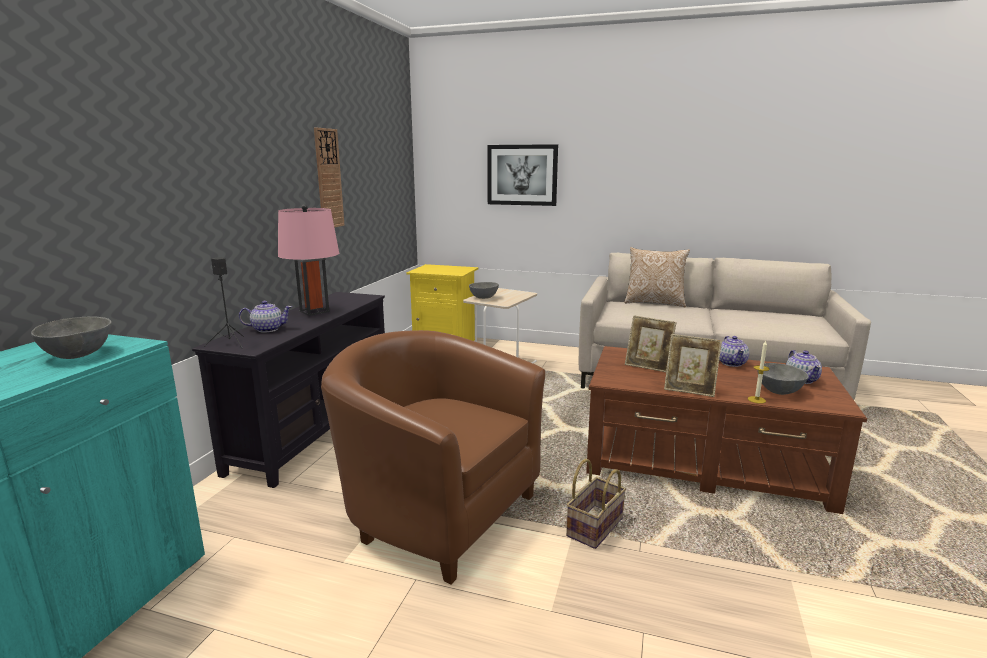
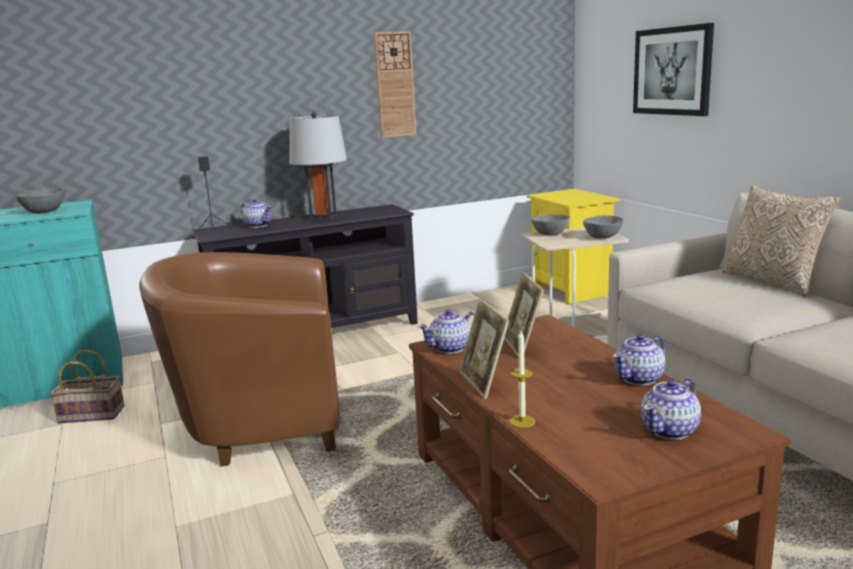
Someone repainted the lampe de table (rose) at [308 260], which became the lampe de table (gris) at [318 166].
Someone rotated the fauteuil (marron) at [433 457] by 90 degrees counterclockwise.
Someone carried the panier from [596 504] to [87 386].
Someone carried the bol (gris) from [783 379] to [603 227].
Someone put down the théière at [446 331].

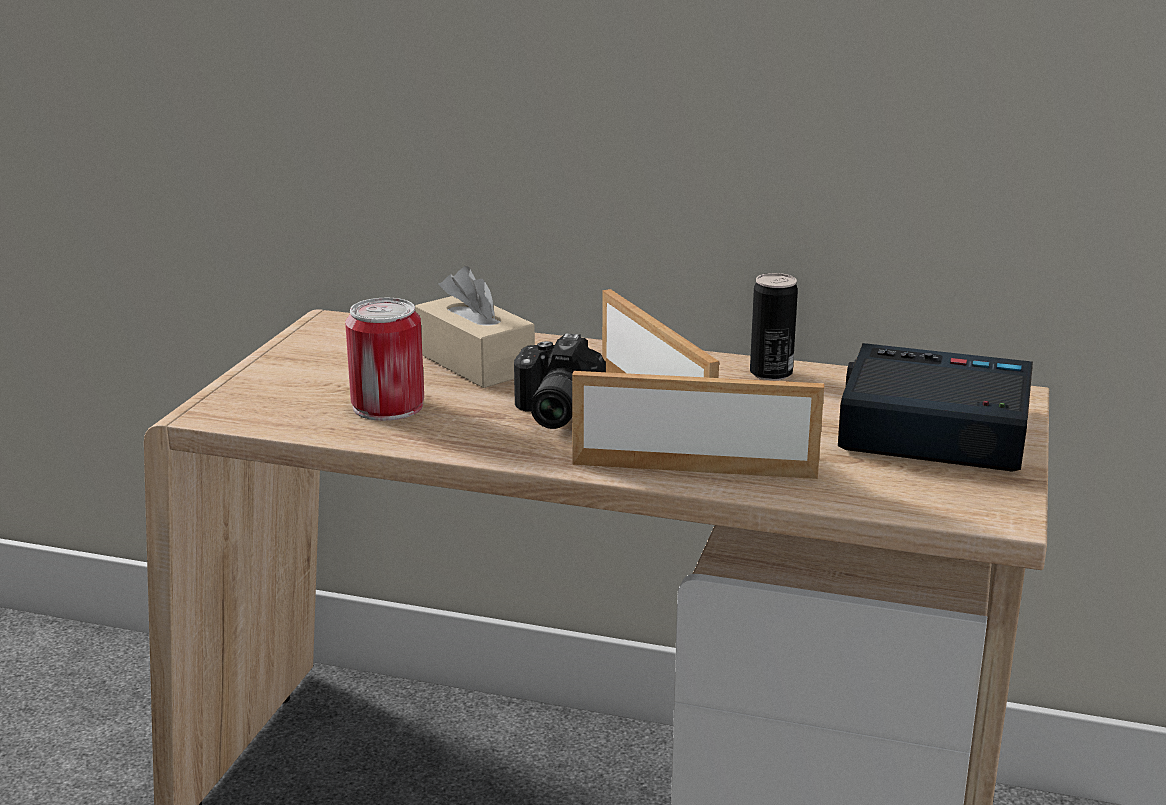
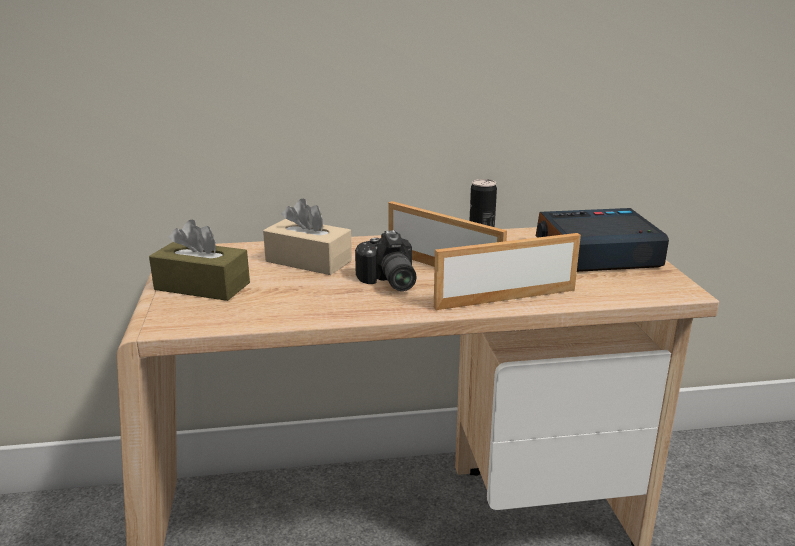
Someone took away the boîte métallique at [384 359].
Someone put down the boîte à mouchoirs (marron) at [199 260].

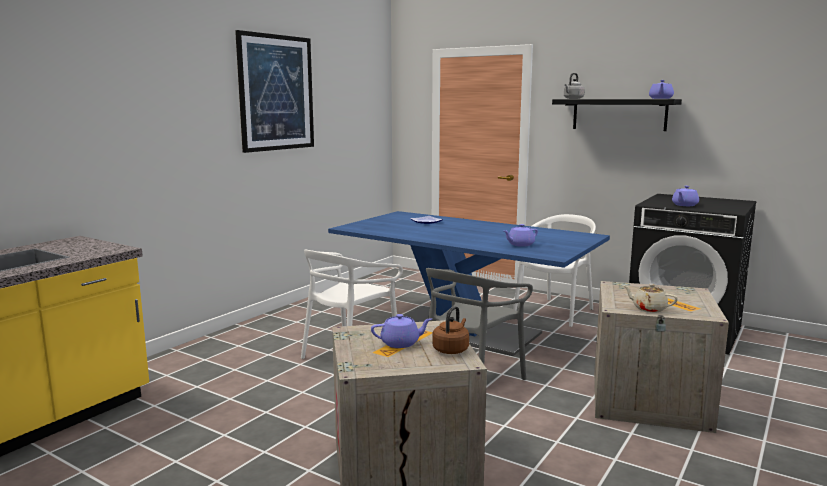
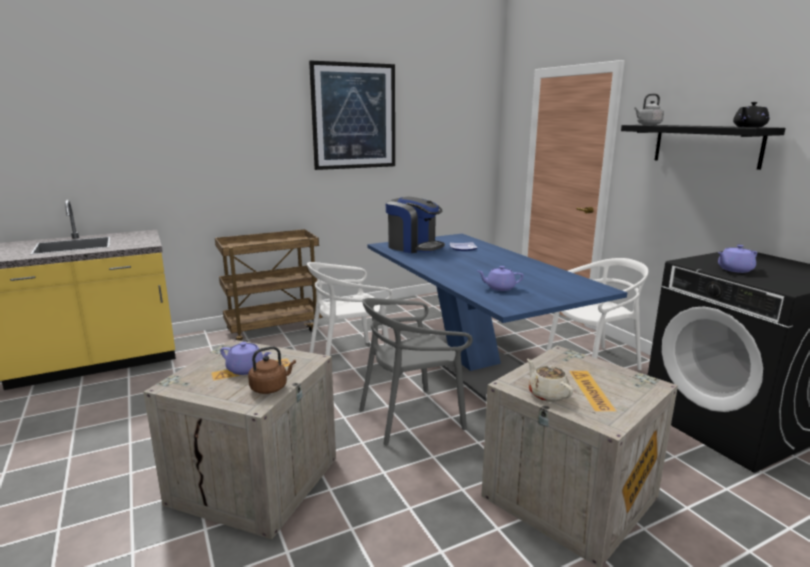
Someone repainted the théière (violet) at [661 89], which became the théière (noir) at [751 114].
Someone put down the chariot (marron) at [269 285].
Someone put down the machine à café at [415 224].

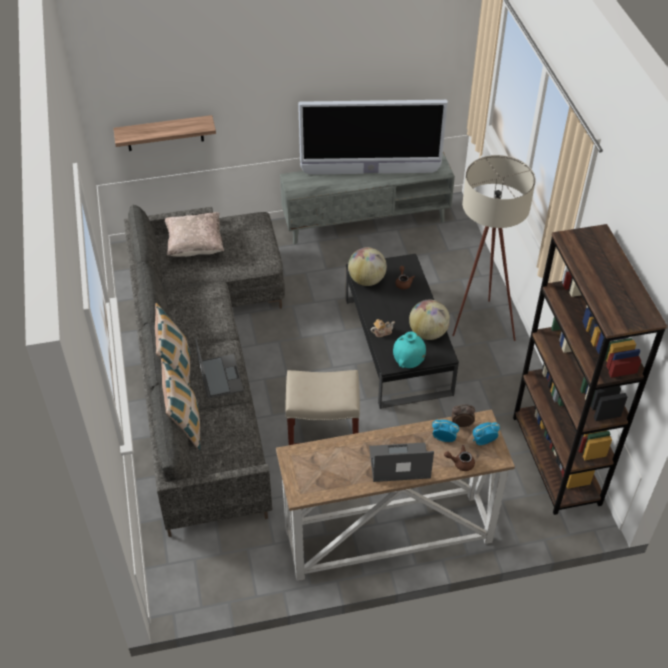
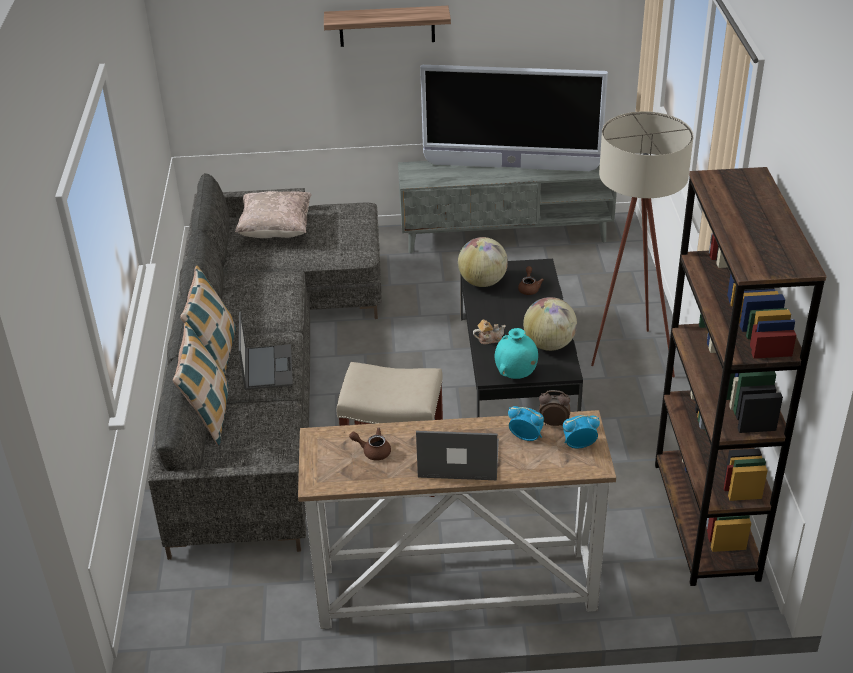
Someone carried the étagère from [164 133] to [387 26].
Someone carried the théière (marron) from [459 458] to [370 444].

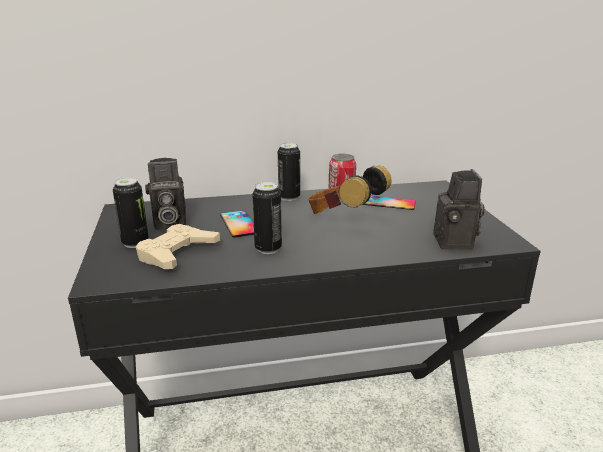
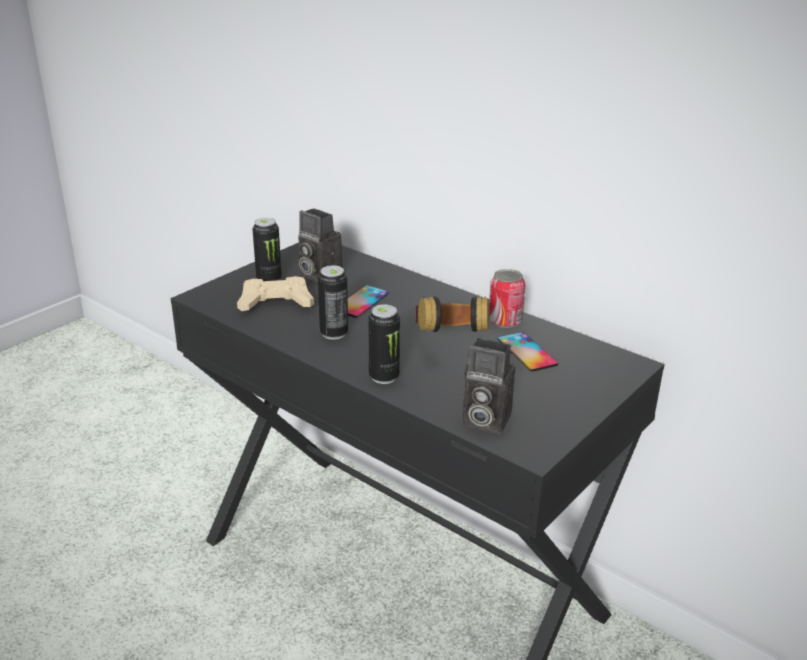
Someone carried the boîte métallique from [289 172] to [384 344].
Someone rotated the appareil photo at [459 209] by 60 degrees clockwise.

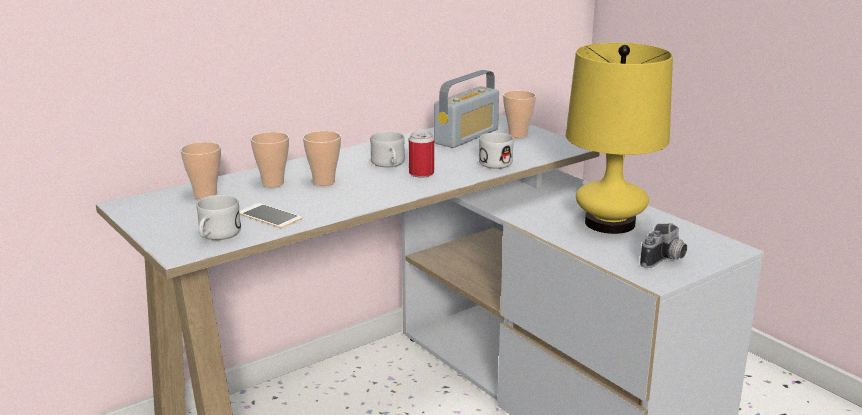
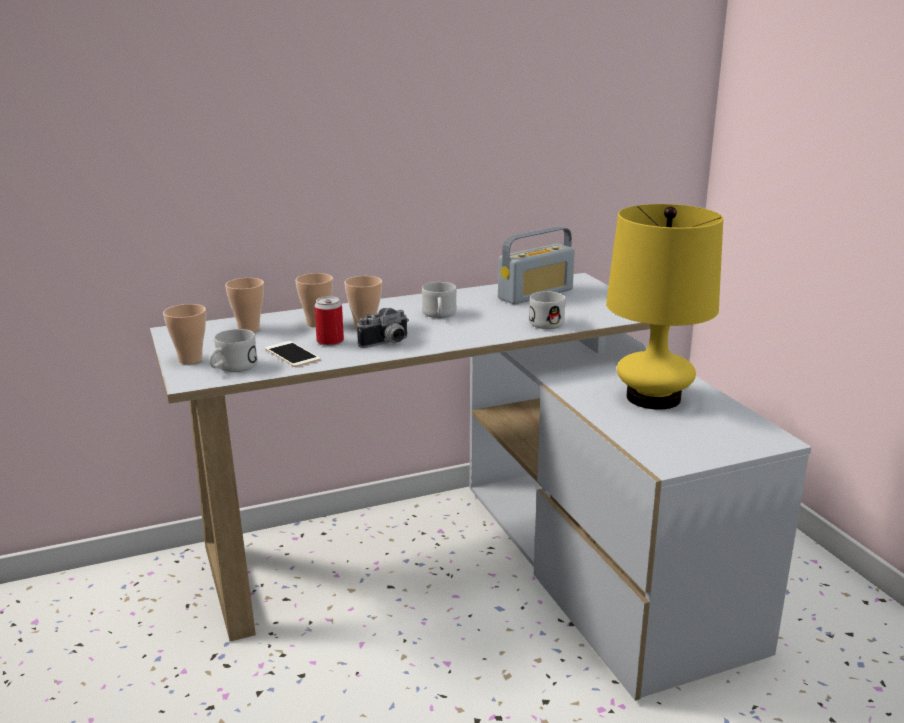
Someone carried the boîte métallique from [421 154] to [329 321].
Someone carried the tasse from [519 114] to [184 334].
Someone carried the appareil photo from [663 245] to [383 328].

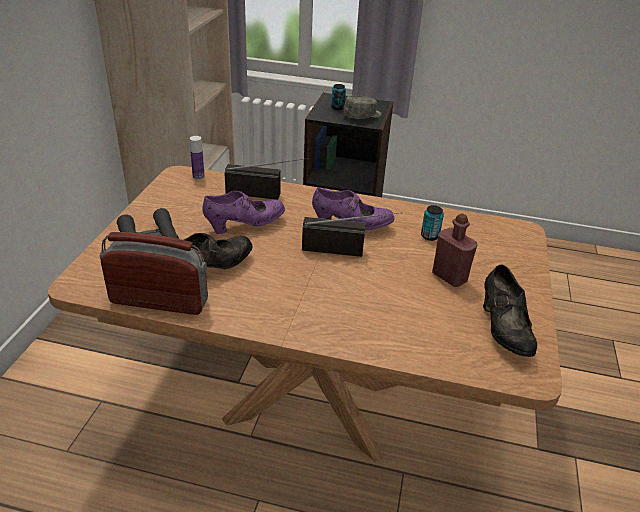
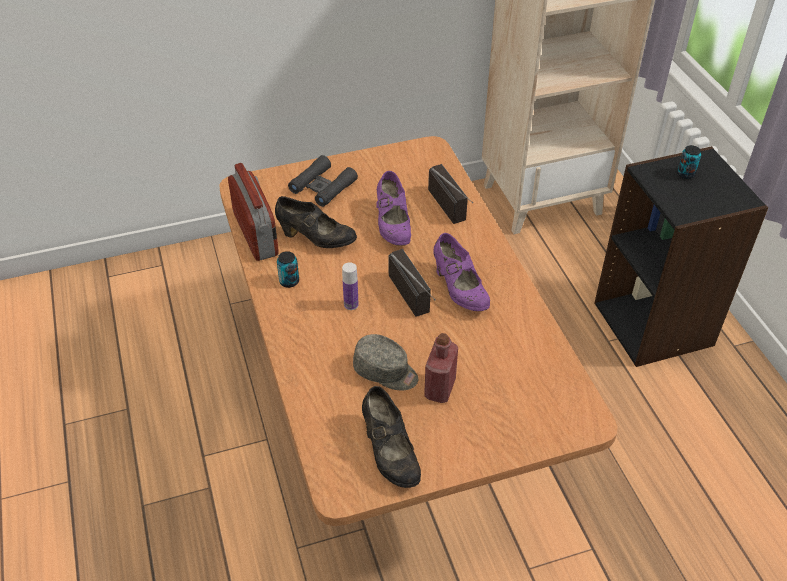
Someone carried the bouteille from [197 158] to [350 286].
Someone rotated the chaussure (violet) at [243 212] by 45 degrees clockwise.
Someone carried the casquette (gris) from [362 107] to [385 362].
Someone carried the boîte métallique from [432 223] to [288 269].
Someone rotated the chaussure (noir) at [510 311] by 75 degrees counterclockwise.

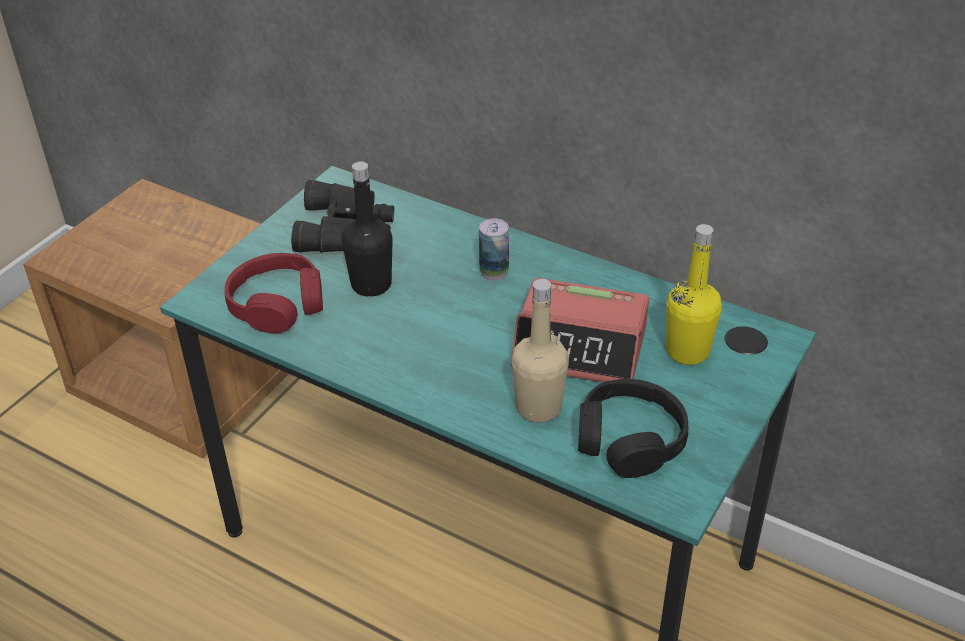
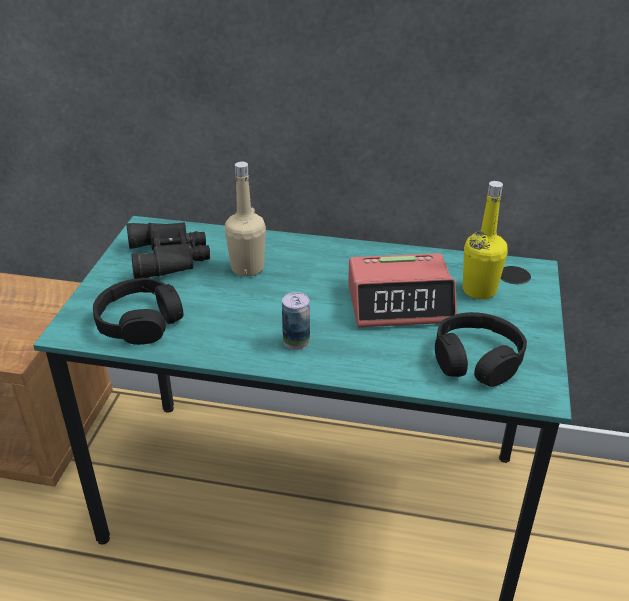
Someone repainted the casque audio (rouge) at [274 293], which became the casque audio (noir) at [138 311].
Someone took away the bouteille (noir) at [367 228].
Someone carried the boîte métallique from [494 249] to [296 321].
Someone carried the bouteille (beige) from [540 350] to [245 219].

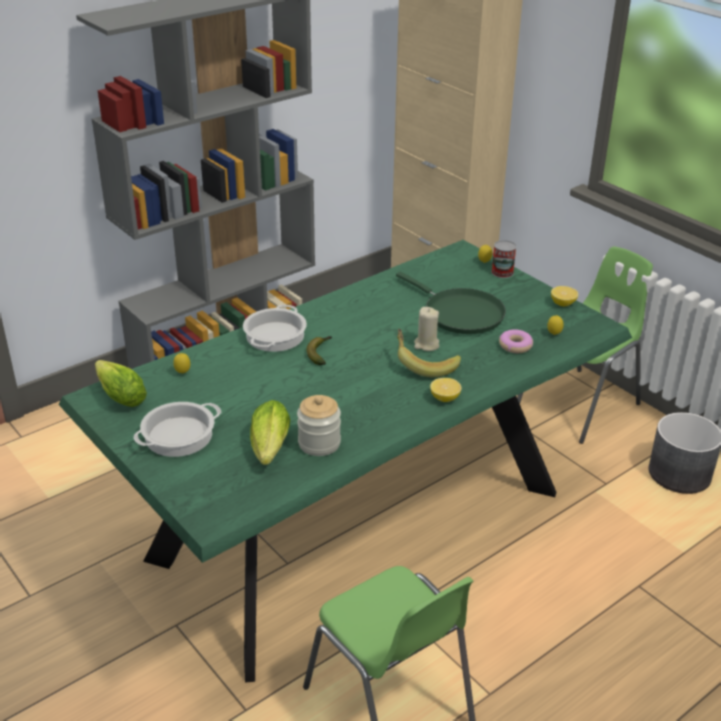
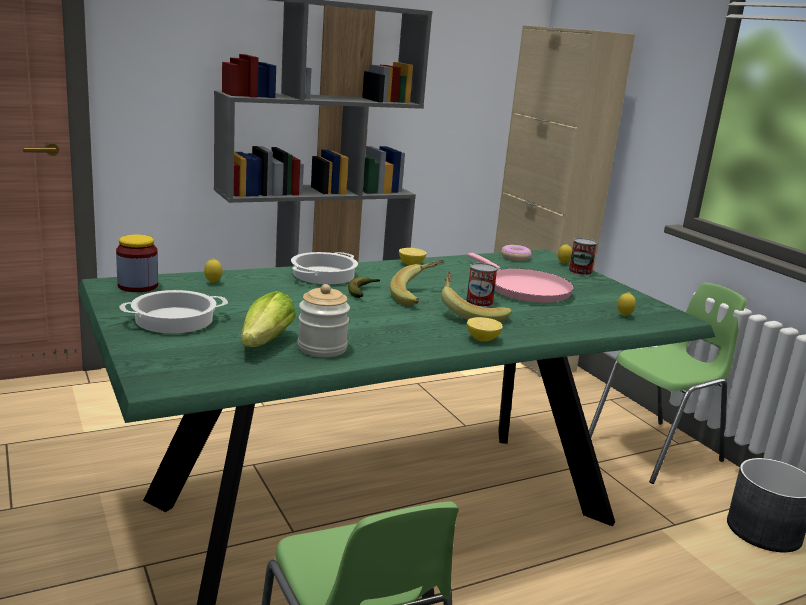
Someone swapped the laitue at [121 383] for the bocal at [137 263].
Someone repainted the poêle (vert) at [451 303], which became the poêle (rose) at [521 278].
Someone swapped the bougie (beige) at [426 329] for the boîte métallique at [482 285].
Someone carried the beignet from [516 341] to [516 253].
Someone carried the citron from [564 296] to [413 256].
Someone put down the banane at [417 282].

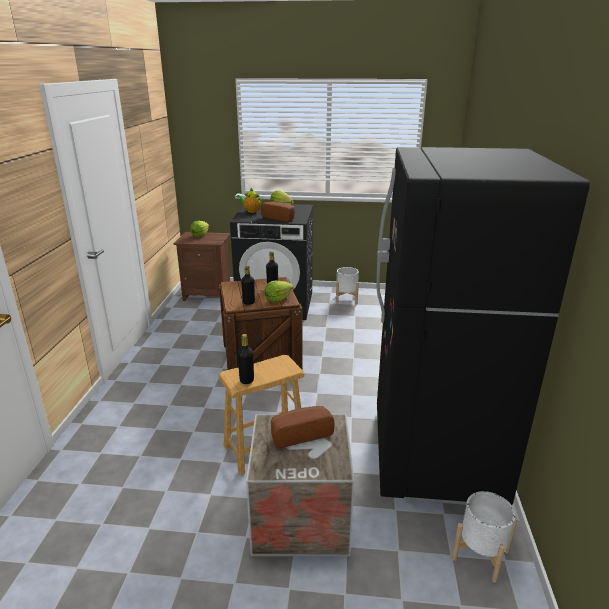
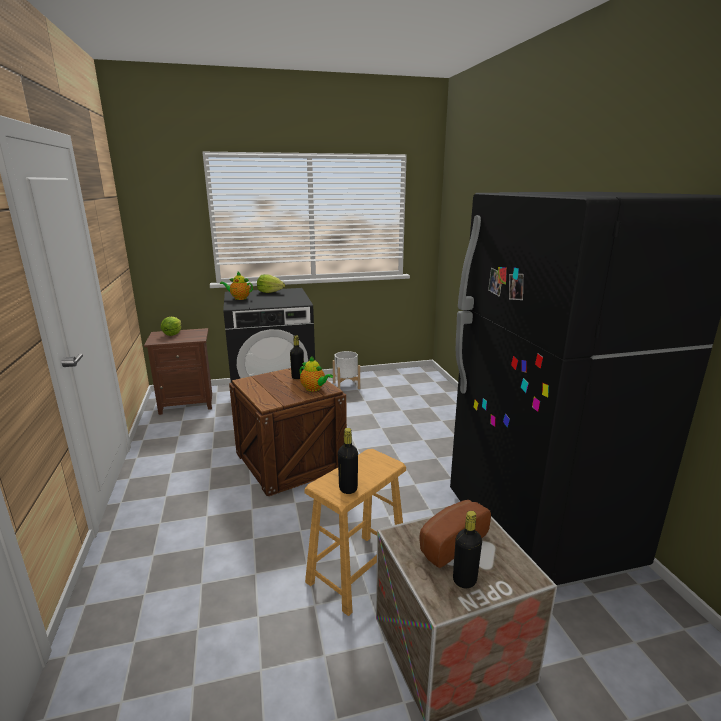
Someone carried the bouteille (noir) from [248 285] to [467 549].
Someone took away the pain at [278 212].
Someone swapped the laitue at [279 291] for the théière at [316 374].
Someone took away the cache-pot (blanc) at [485 537].

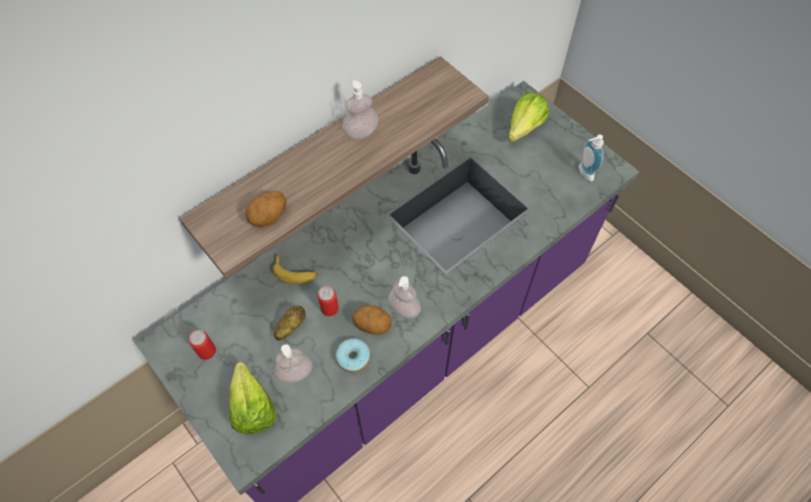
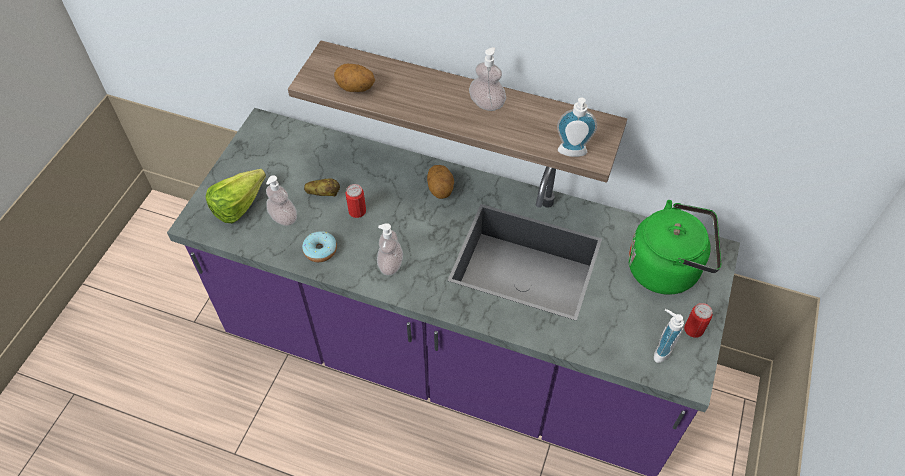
Someone carried the boîte métallique from [202 345] to [698 320].
Someone took away the banane at [295 269].
Someone carried the pomme de terre from [372 320] to [440 182].
Someone swapped the laitue at [528 117] for the bouilloire (vert) at [674 247].
Someone put down the distributeur de savon at [577 127].

